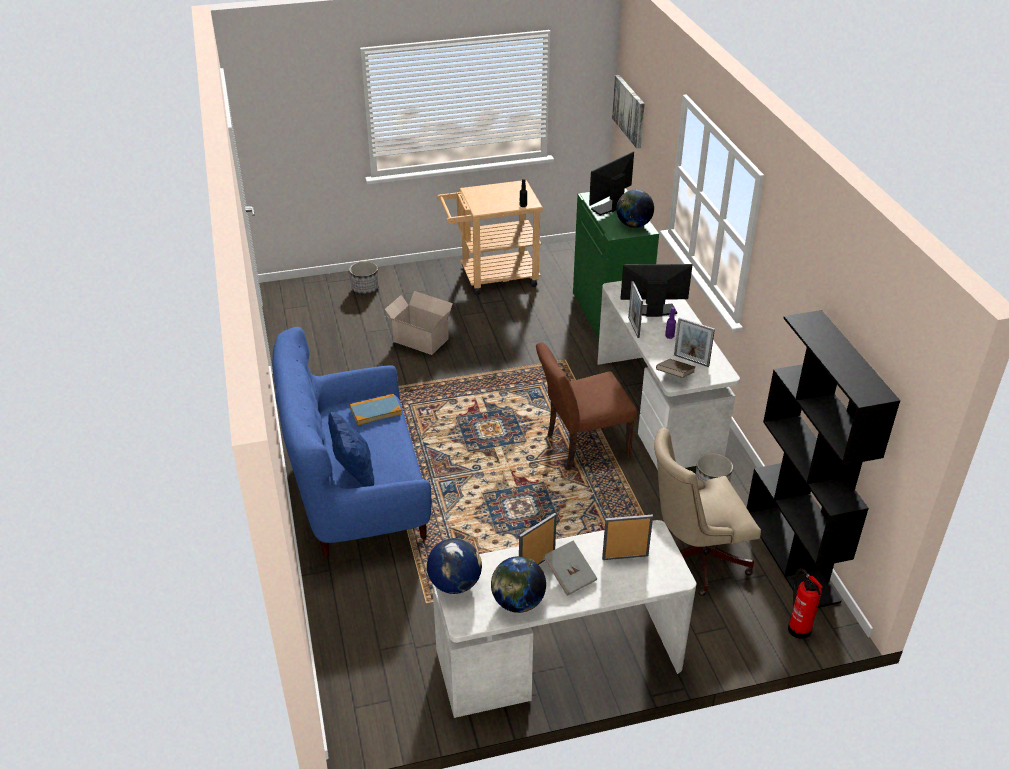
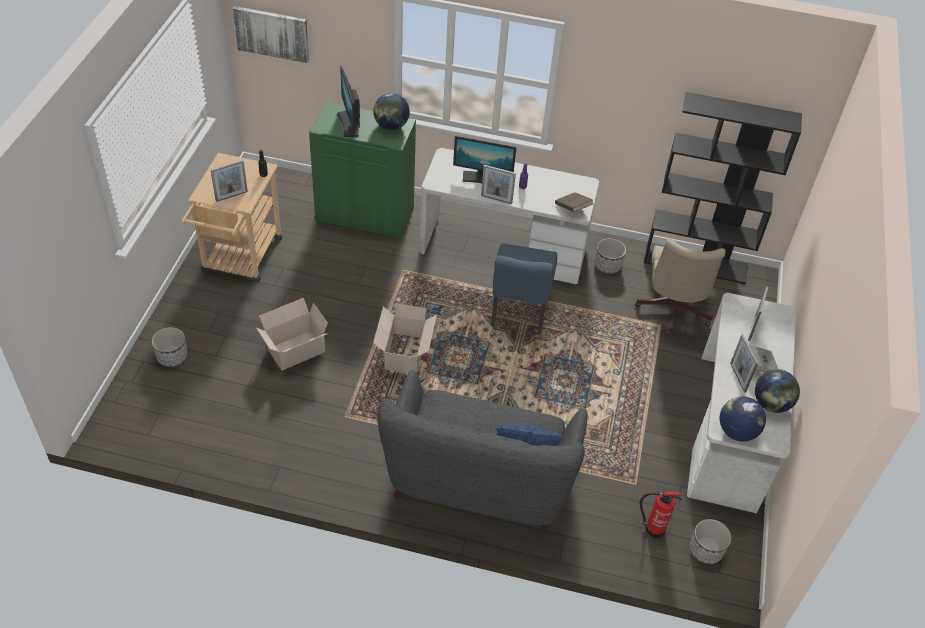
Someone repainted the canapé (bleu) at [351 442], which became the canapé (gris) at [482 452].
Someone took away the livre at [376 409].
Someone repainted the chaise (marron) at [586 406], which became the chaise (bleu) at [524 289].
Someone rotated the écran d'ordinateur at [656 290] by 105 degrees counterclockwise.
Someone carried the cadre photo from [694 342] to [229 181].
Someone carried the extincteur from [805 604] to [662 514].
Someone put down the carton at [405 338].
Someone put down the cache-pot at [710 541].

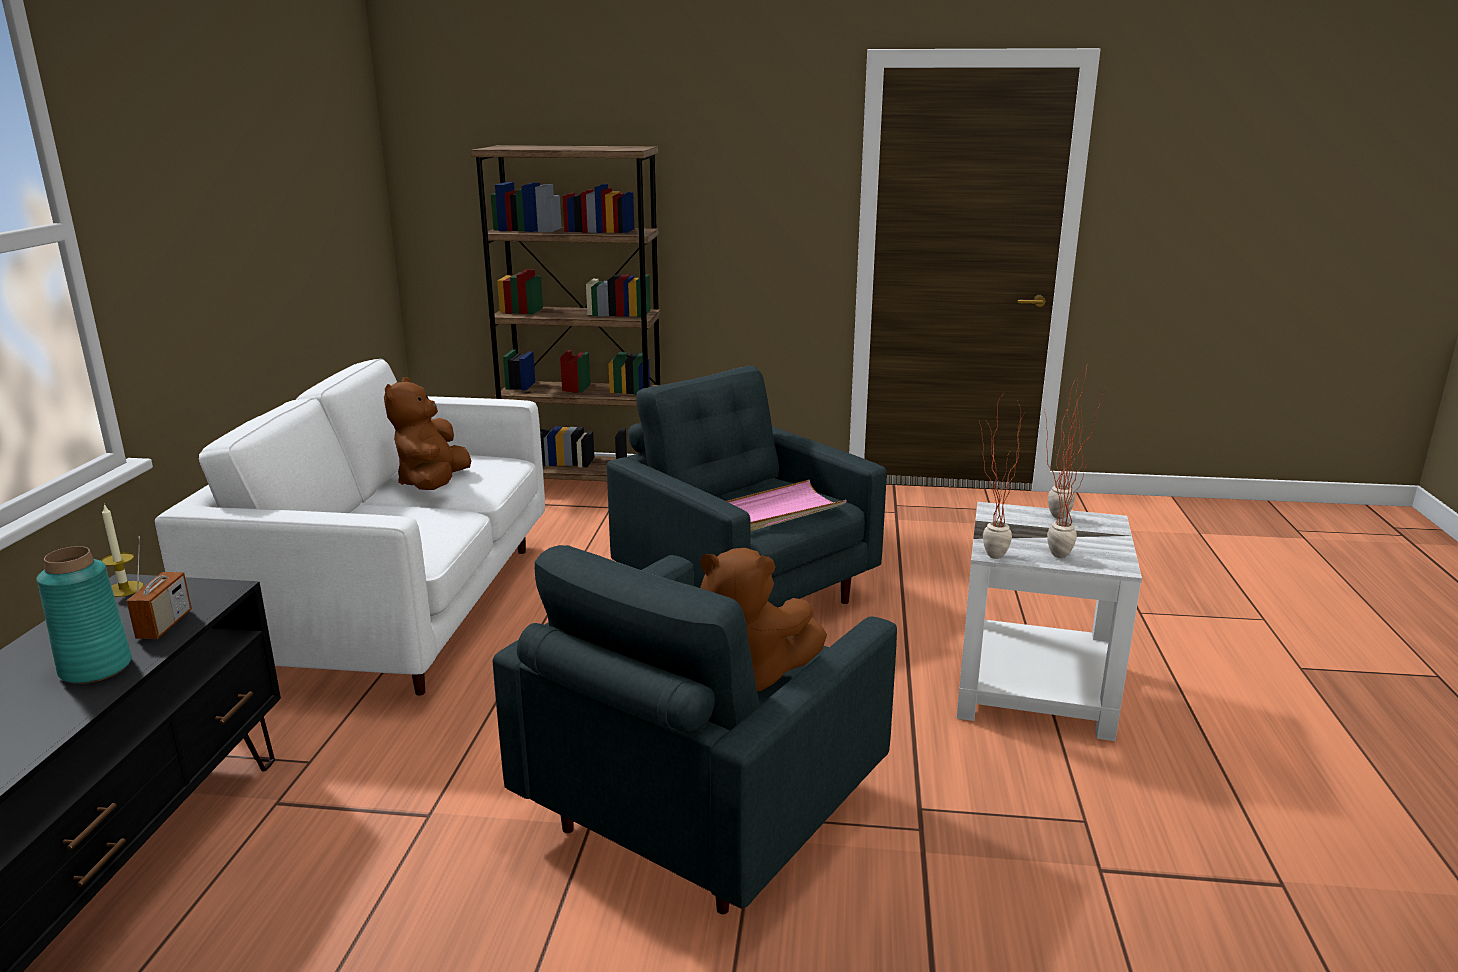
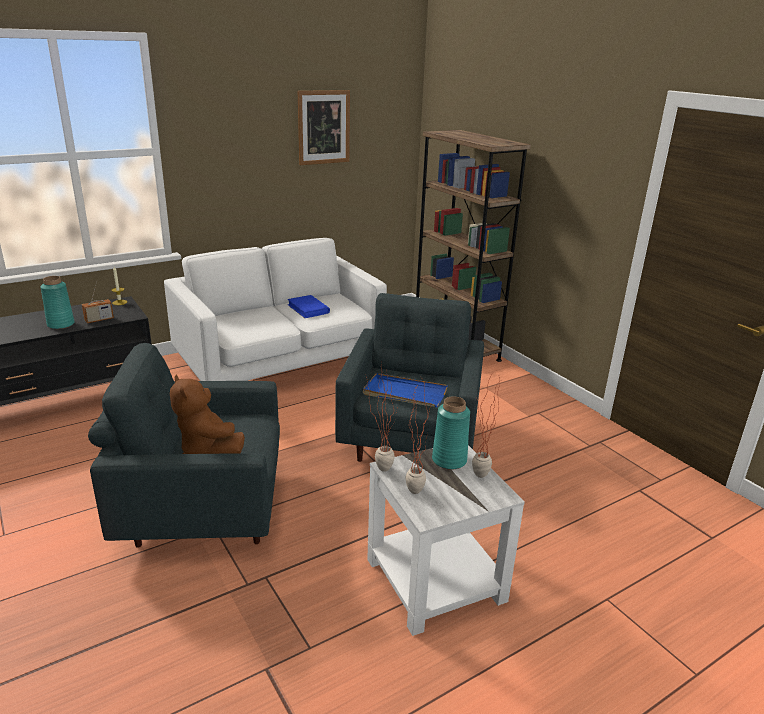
Someone swapped the peluche (marron) at [427 433] for the livre (bleu) at [308 306].
Someone repainted the plateau (rose) at [786 505], which became the plateau (bleu) at [405 390].
Someone put up the tableau at [324 127].
Someone put down the vase (turquoise) at [451 433].

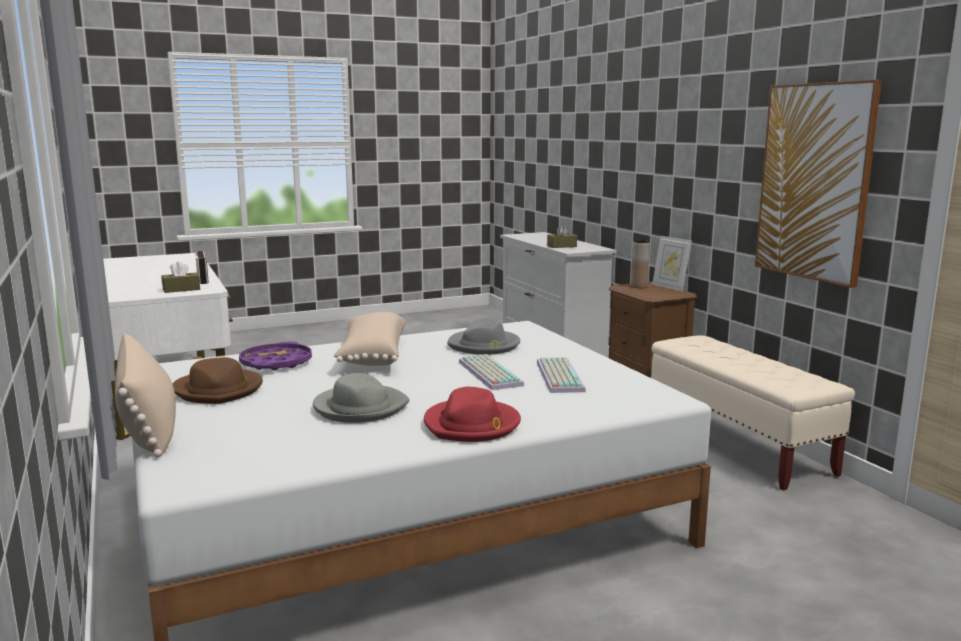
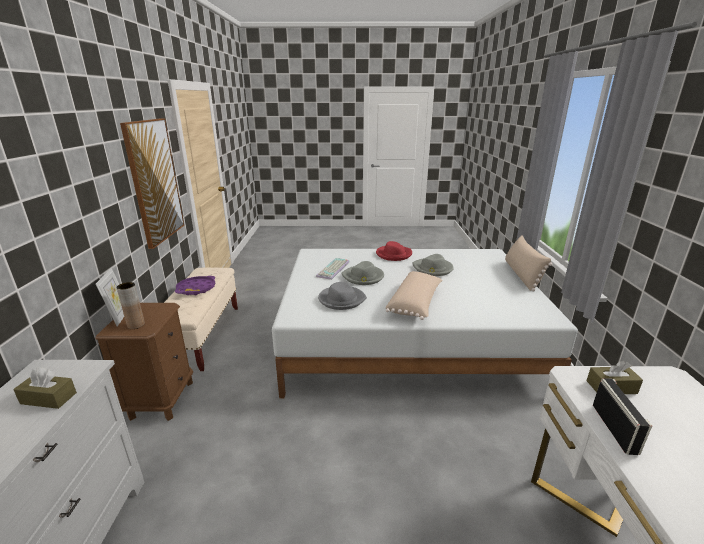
Someone took away the chapeau (marron) at [217 380].
Someone carried the plateau (violet) from [275 355] to [195 285].
Someone swapped the clavier at [491 372] for the chapeau (gris) at [362 273].

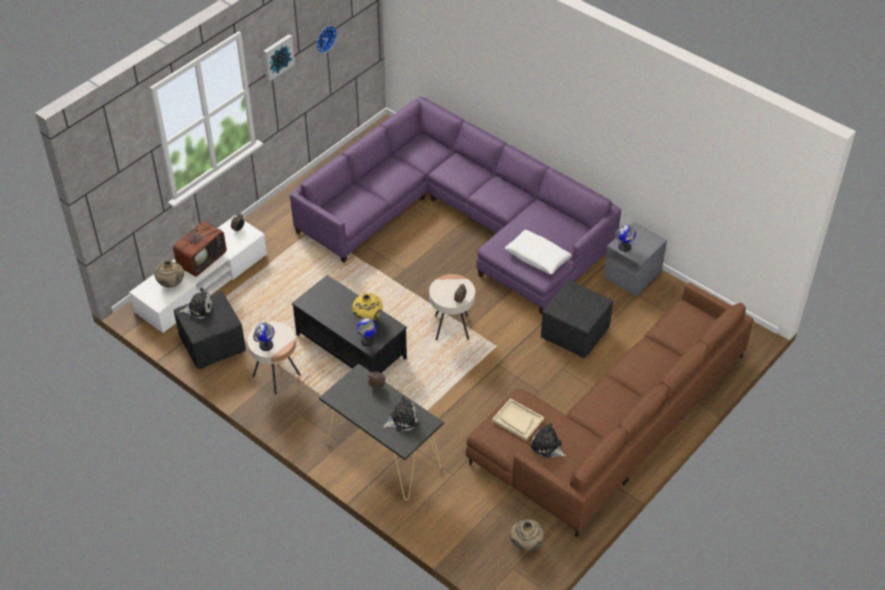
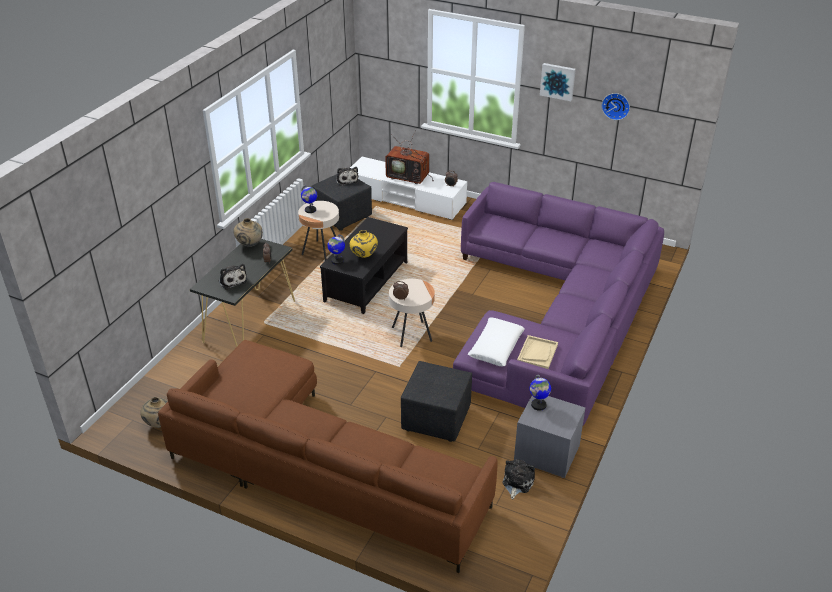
Someone carried the vase (beige) from [169 274] to [248 232].
Someone carried the plateau (beige) from [518 419] to [537 352].
Someone carried the peluche from [548 440] to [519 479].

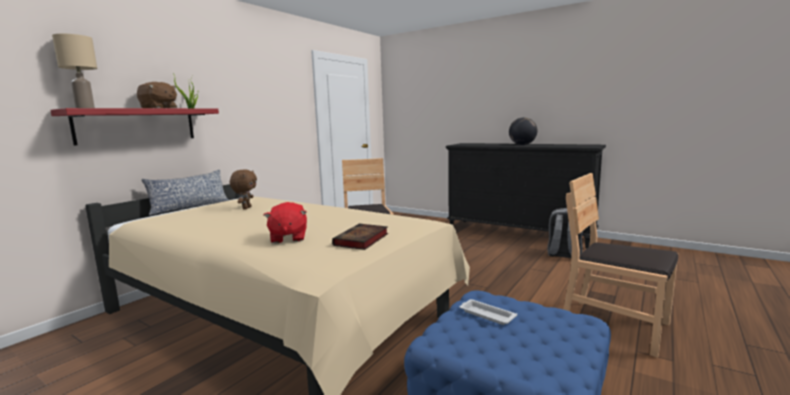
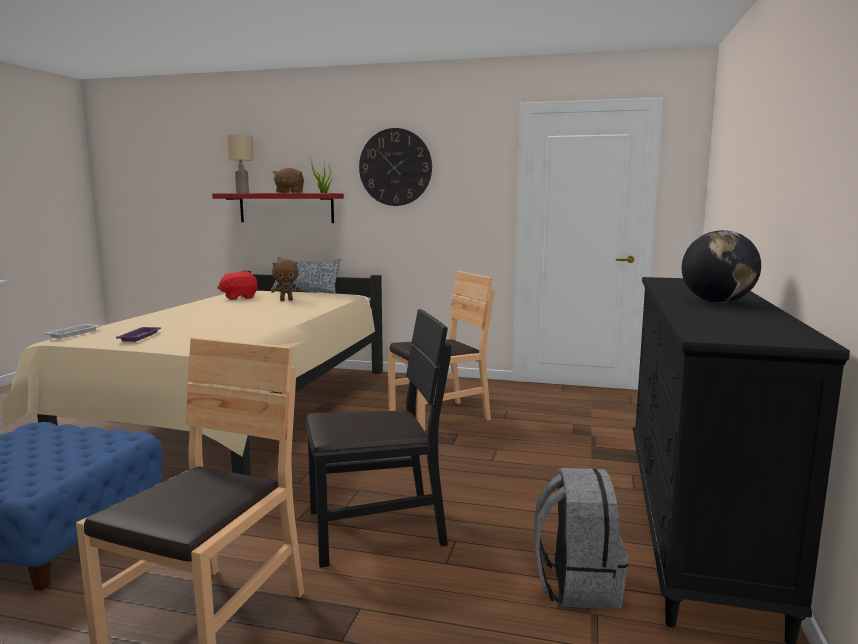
Someone carried the peluche (rouge) from [285 222] to [237 285].
Someone swapped the livre at [360 237] for the plateau (violet) at [138 334].
Someone carried the plateau (blanc) from [488 312] to [72 331].
Someone put down the chaise (noir) at [378 438].
Someone put up the horloge murale at [395 167].

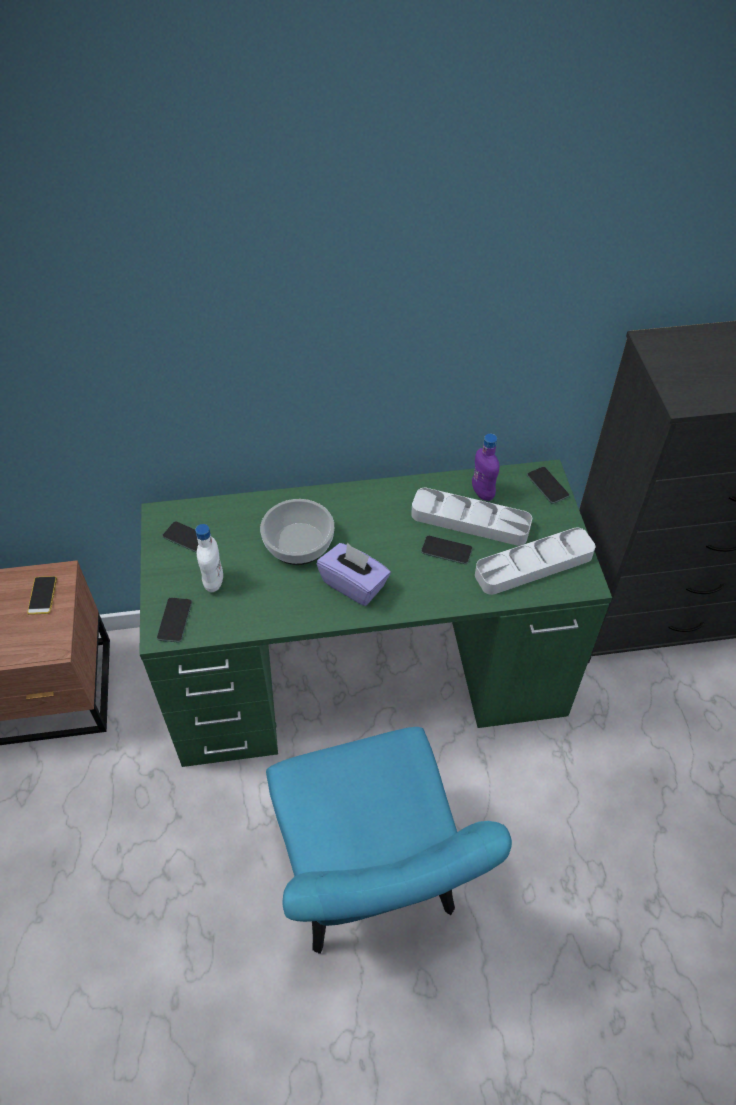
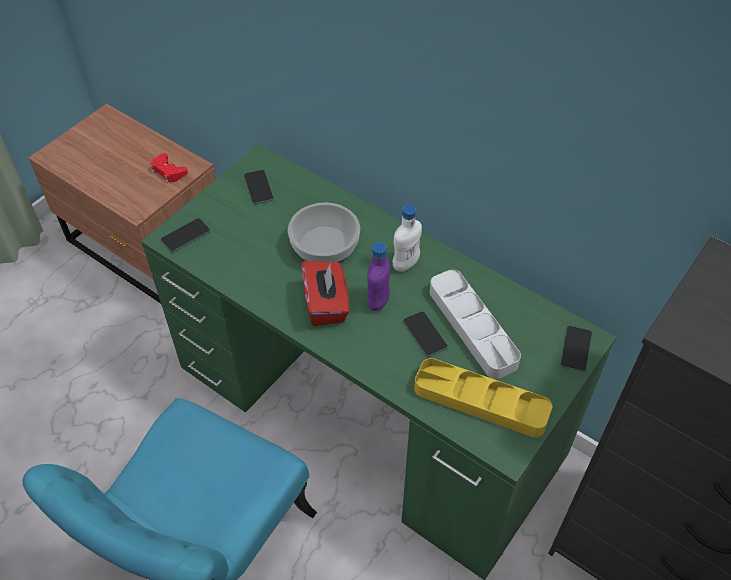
Someone swapped the téléphone at [42 595] for the manette (rouge) at [169 168].
Someone carried the bouteille (blanc) from [209 558] to [407 238].
Someone repainted the boîte à mouchoirs (violet) at [354 574], which became the boîte à mouchoirs (rouge) at [325 293].
Someone carried the bouteille (violet) from [485 467] to [378 276].
Someone repainted the plateau (gris) at [535 561], which became the plateau (jaune) at [483 397].

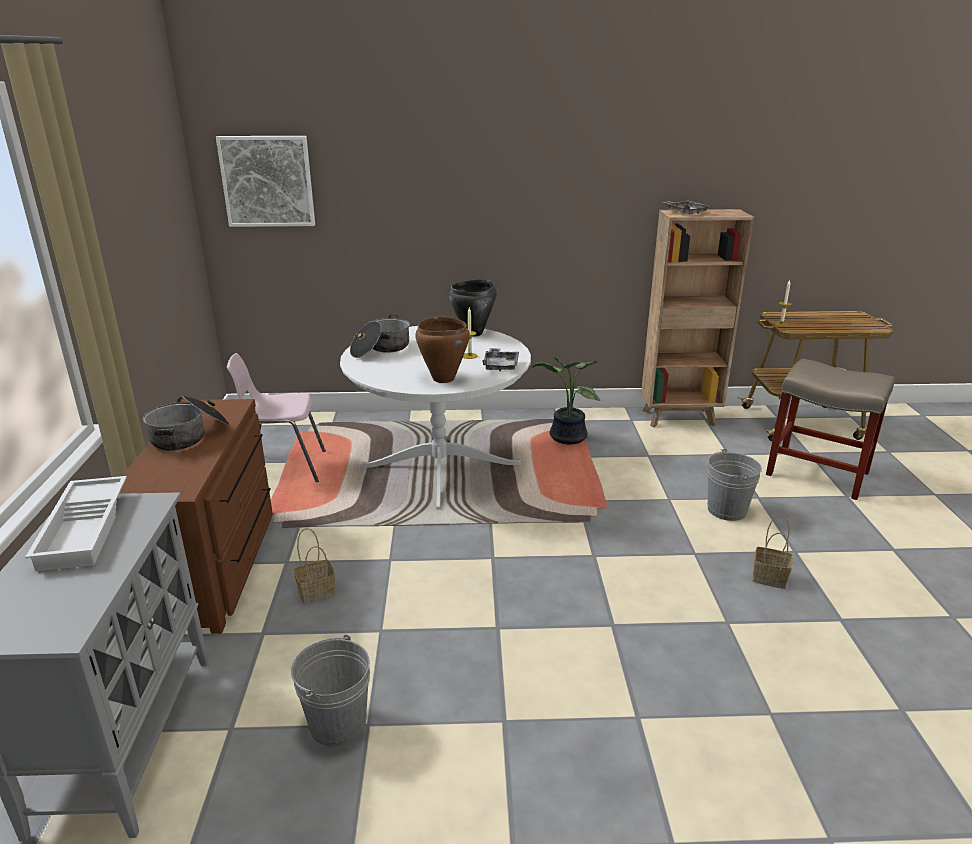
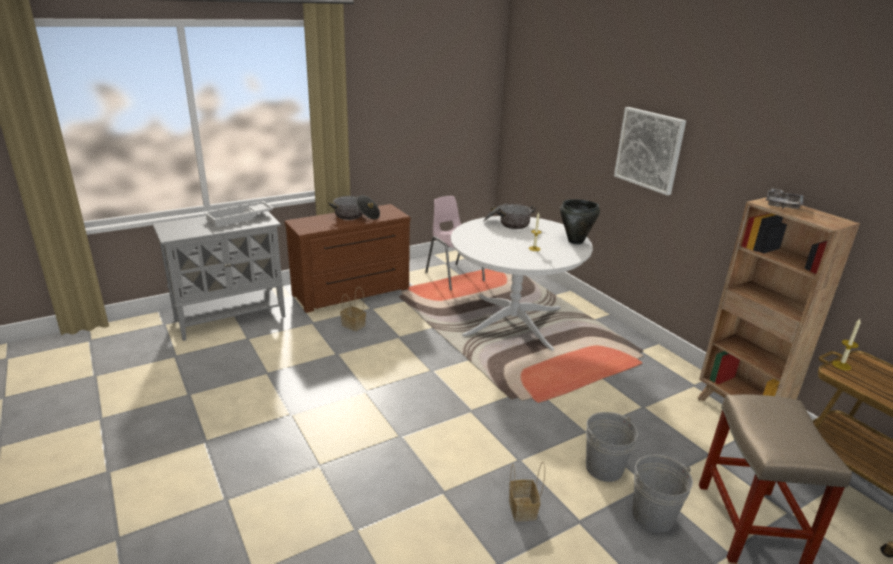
Someone carried the tableau from [265 181] to [650 151].
Someone carried the seau (gris) from [330 690] to [663 494].
Someone took away the marmite (marron) at [442 350].
Someone took away the plateau (gris) at [500 359].
Someone took away the plante en pot at [566 401].

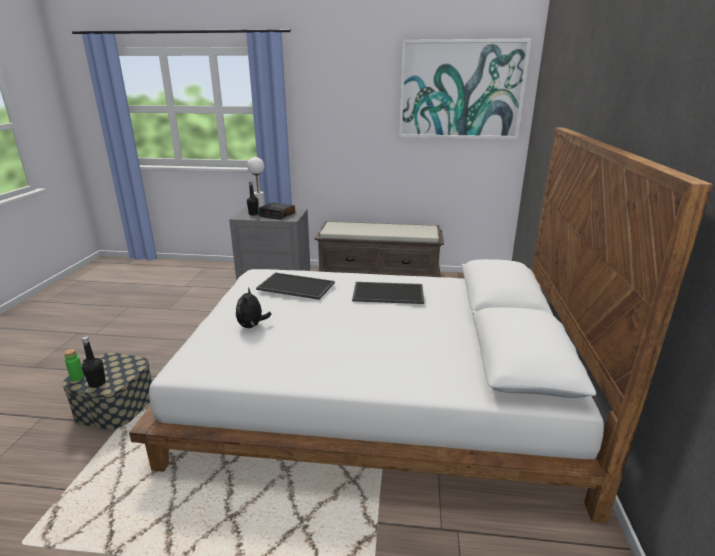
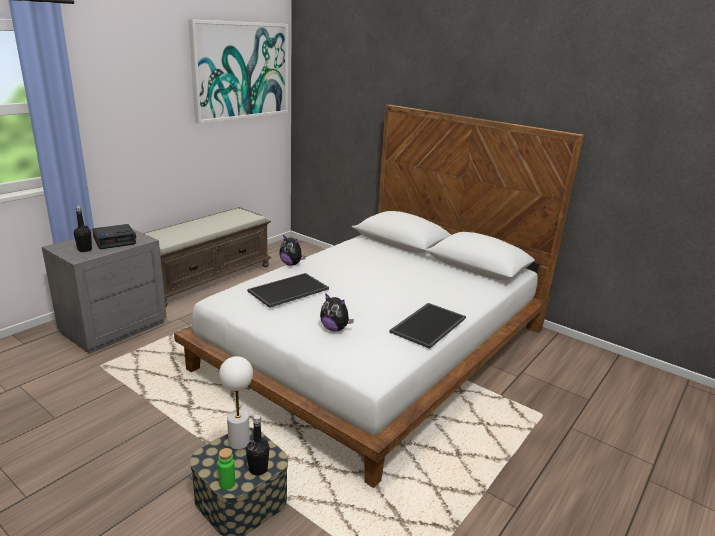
Someone carried the lampe de table (blanc) from [256 182] to [236 402].
Someone carried the plateau from [388 293] to [427 326].
Someone put down the peluche at [292 250].

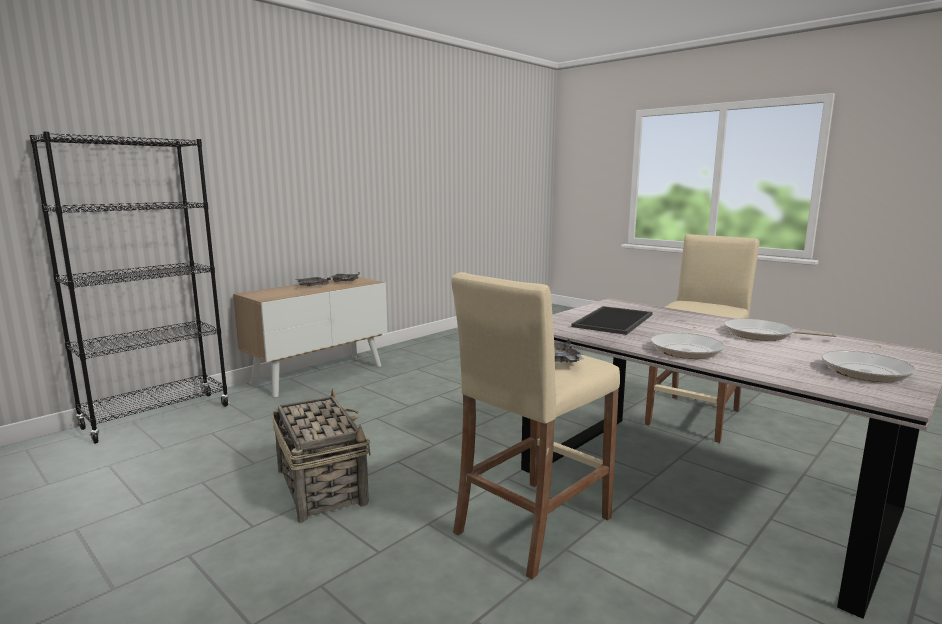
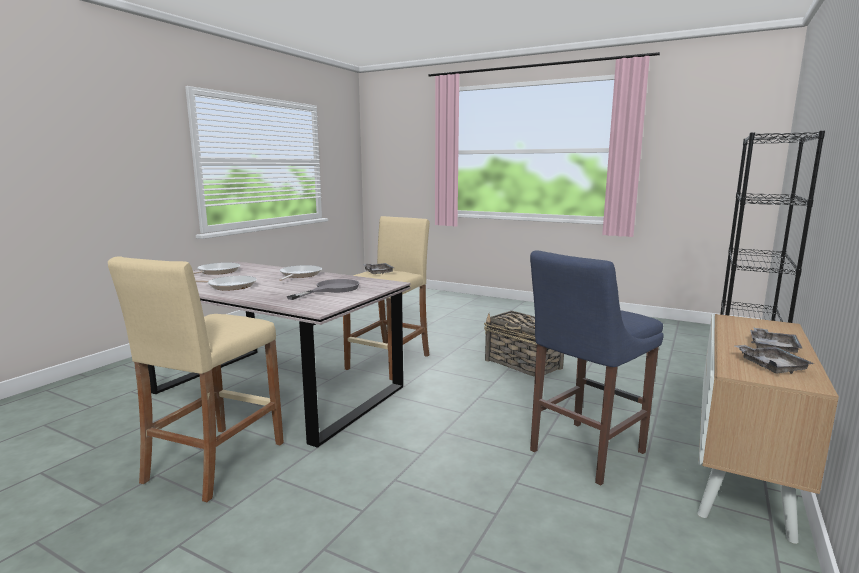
Someone swapped the plateau at [612 320] for the poêle (gris) at [322 289].
Someone put down the tabouret (bleu) at [597 368].

